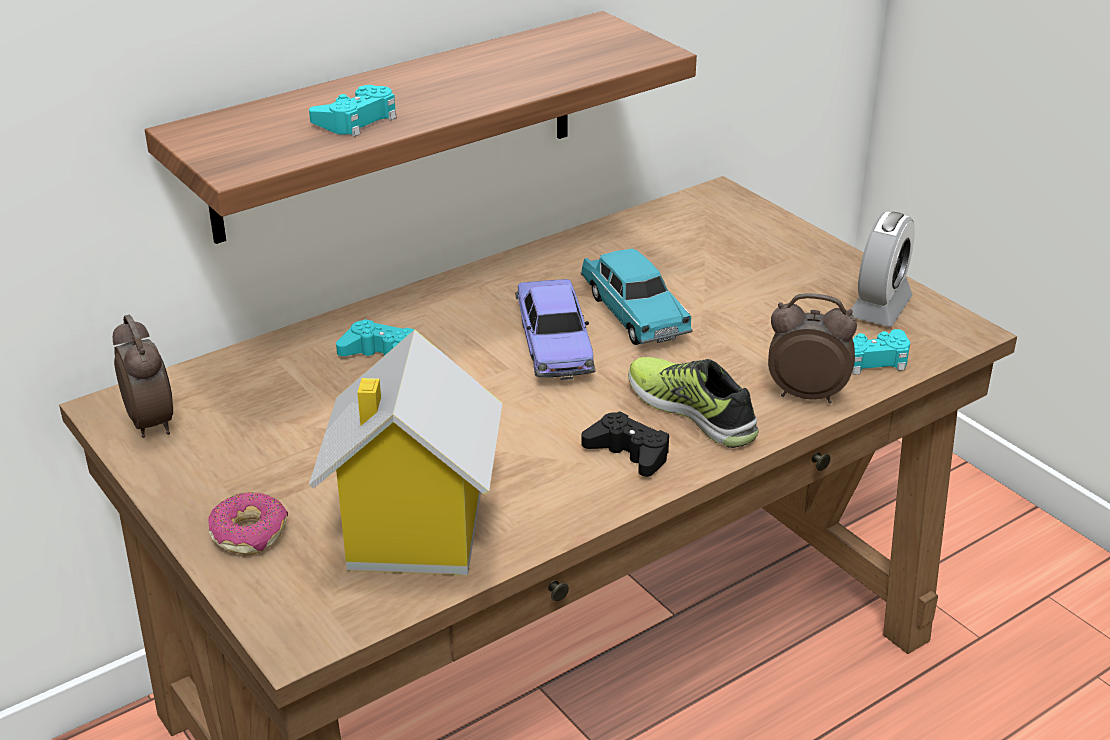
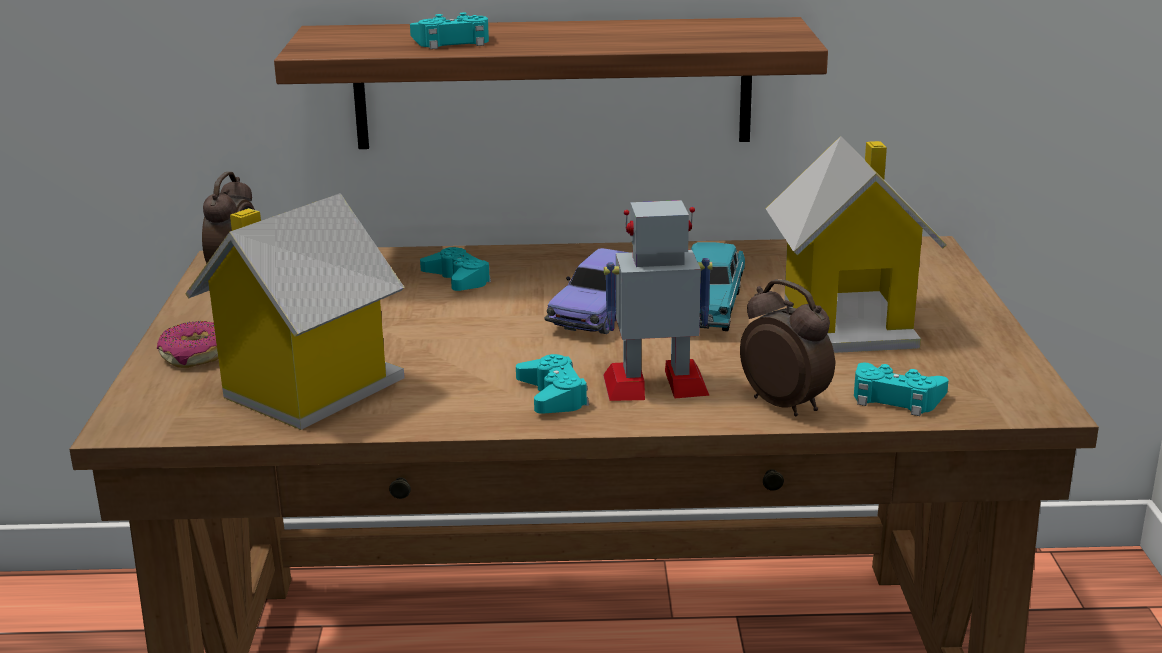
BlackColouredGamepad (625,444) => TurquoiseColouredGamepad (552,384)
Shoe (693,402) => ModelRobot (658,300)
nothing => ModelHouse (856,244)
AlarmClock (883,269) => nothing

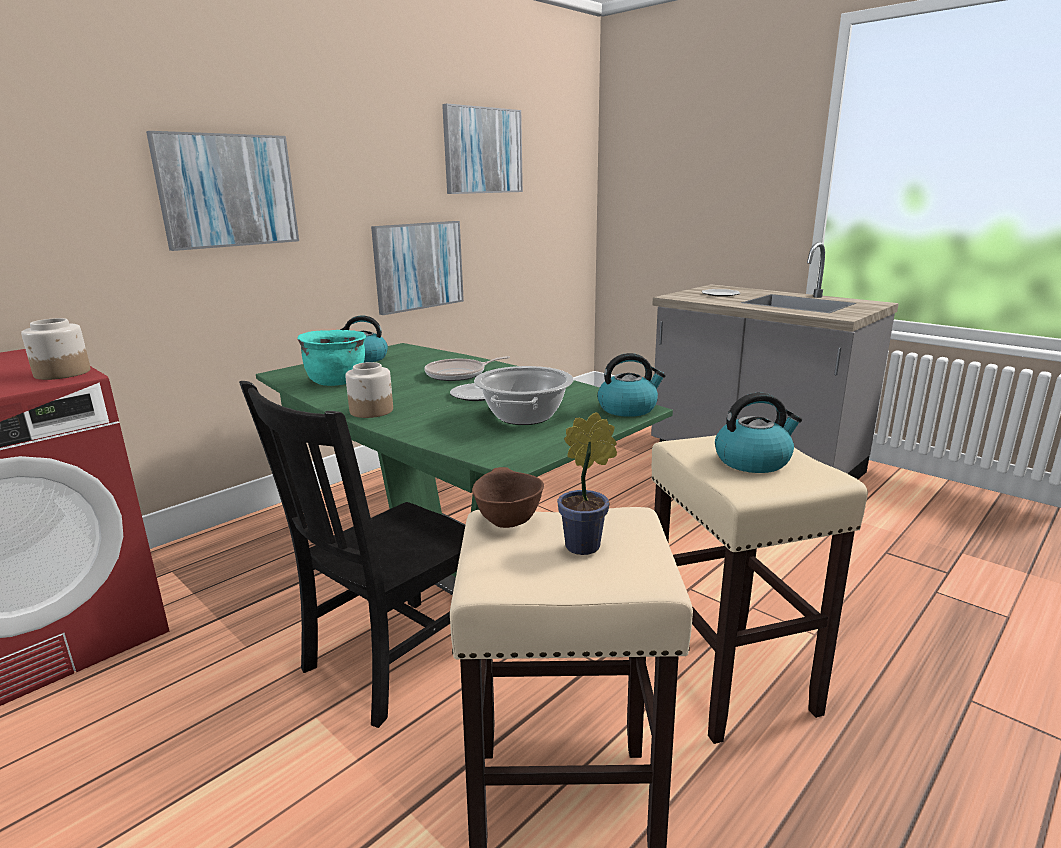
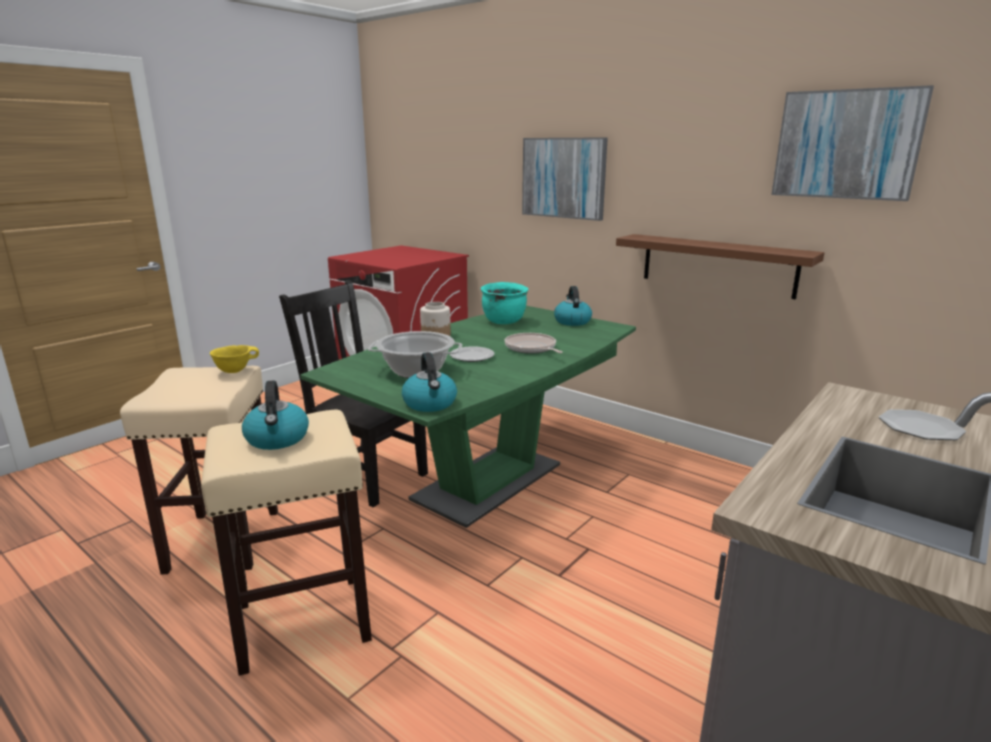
BrownBowl (508,497) => YellowishBowl (234,359)
WallArt (417,268) => BrownShelf (720,266)
StorageJar (56,349) => nothing
PlantInAPot (587,483) => nothing

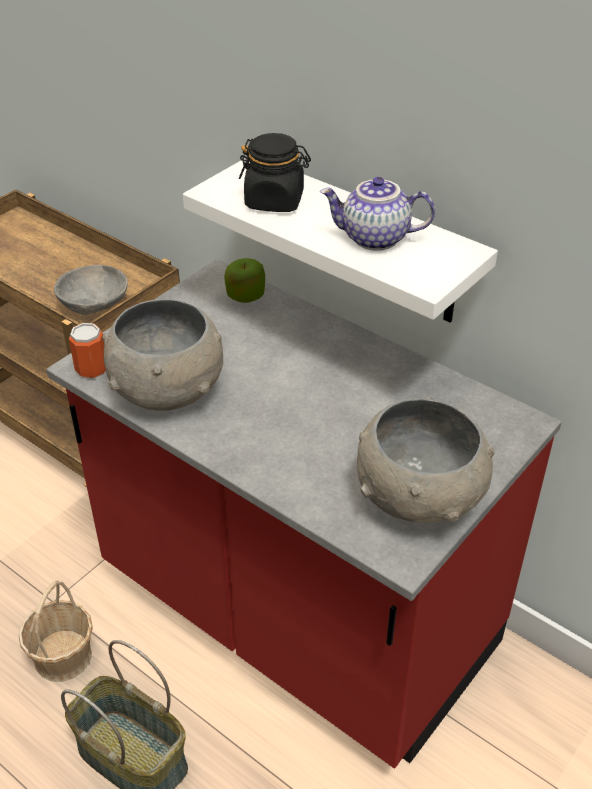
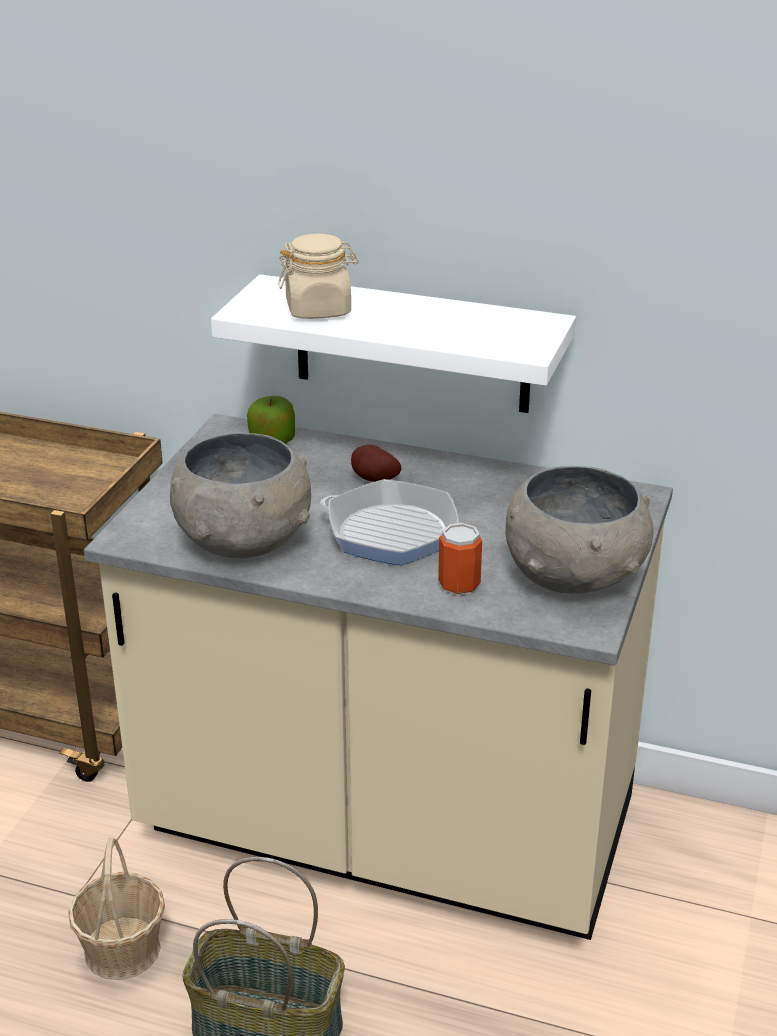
ReddishCounter (304,513) => BeigeColouredCounter (378,677)
BlackColouredStorageJar (275,172) => BeigeColouredStorageJar (318,276)
nothing => FryingPan (391,522)
nothing => Potato (376,463)
MetalCan (87,351) => MetalCan (460,559), relocated
GrayBowl (91,290) => nothing
PotForTea (377,214) => nothing

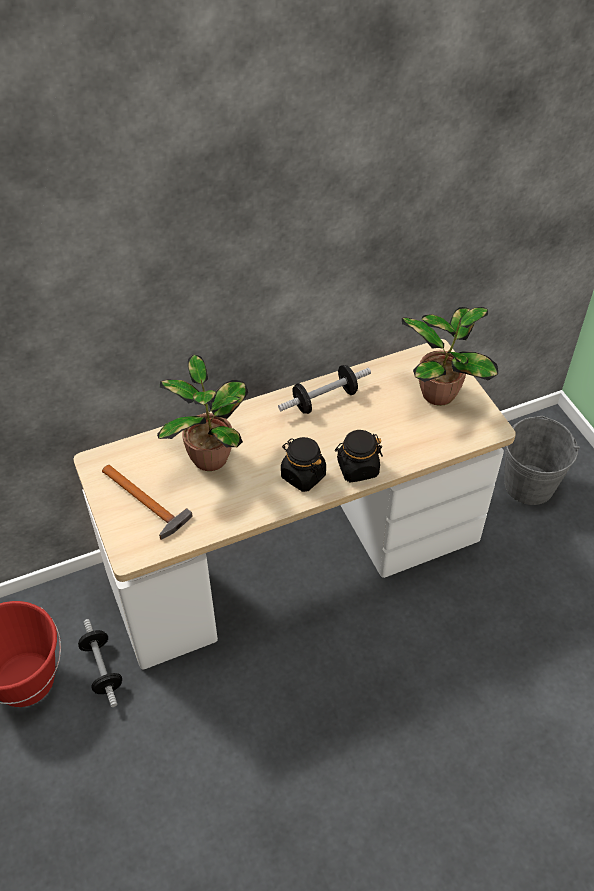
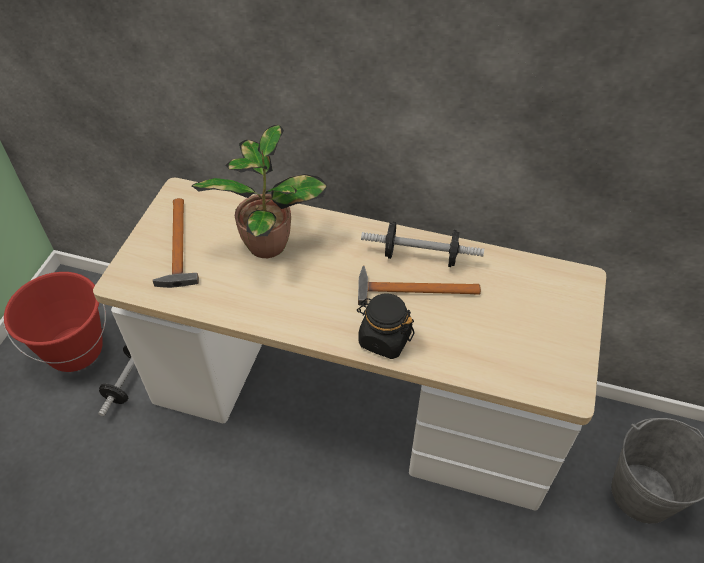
nothing => HandHammer (419,286)
BlackColouredStorageJar (303,464) => nothing
PlantInAPot (450,356) => nothing

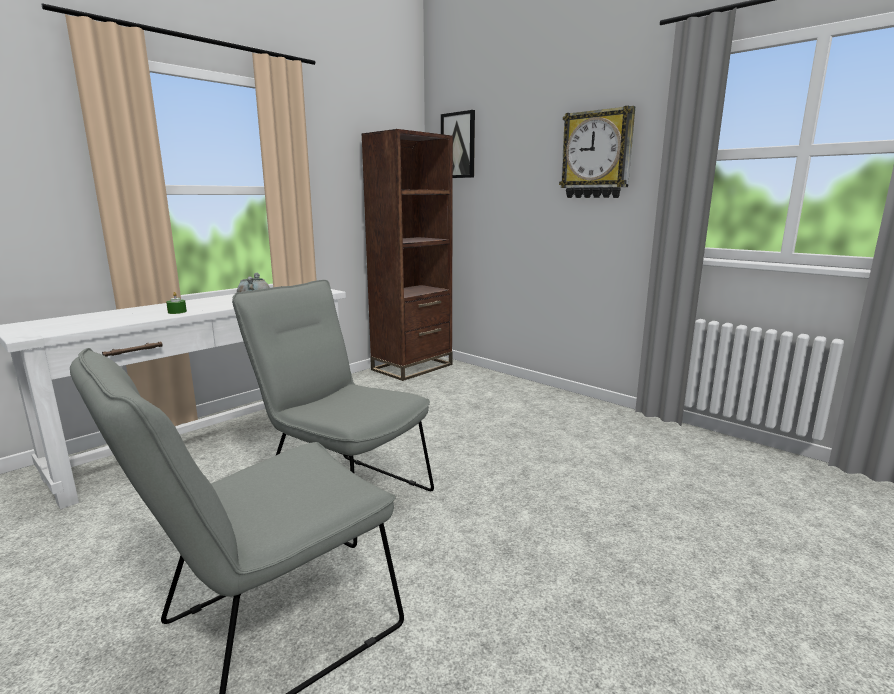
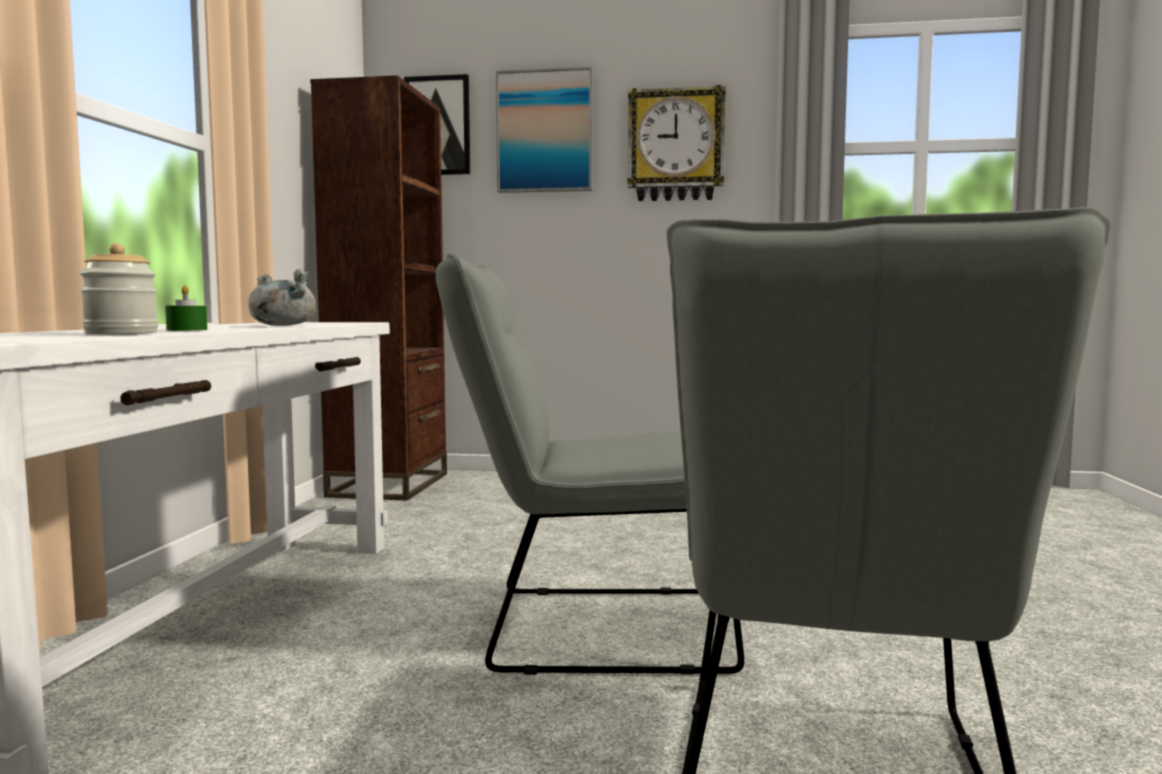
nothing => StorageJar (119,288)
nothing => WallArt (544,130)

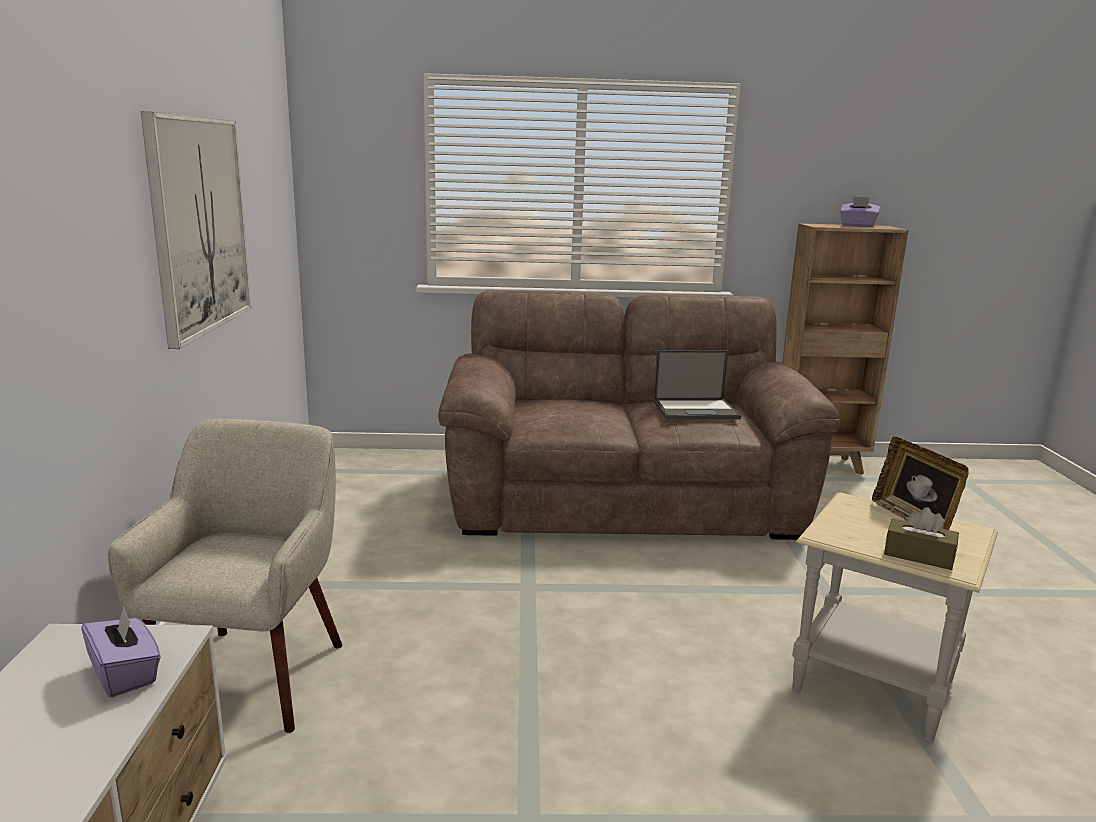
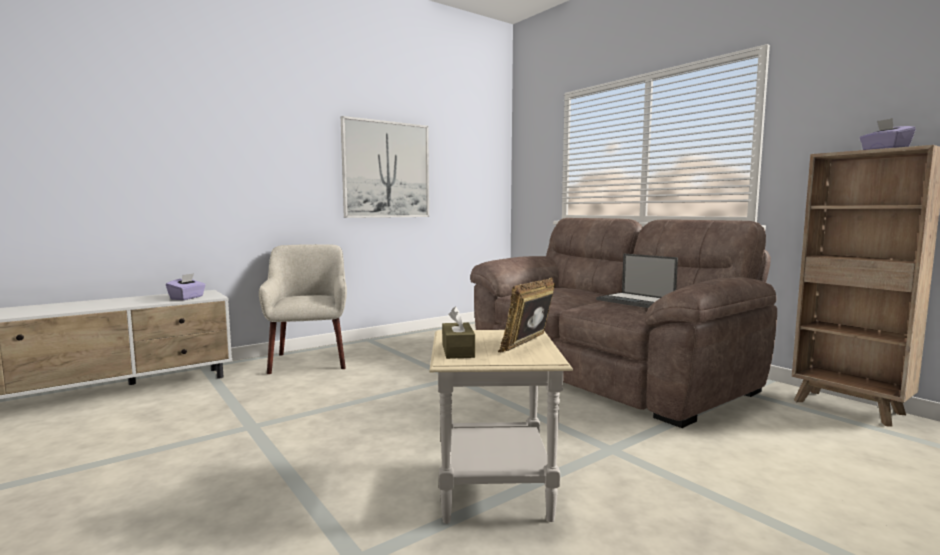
BeigeColouredArmchair (225,576) => BeigeColouredArmchair (303,309), 75 degrees counterclockwise

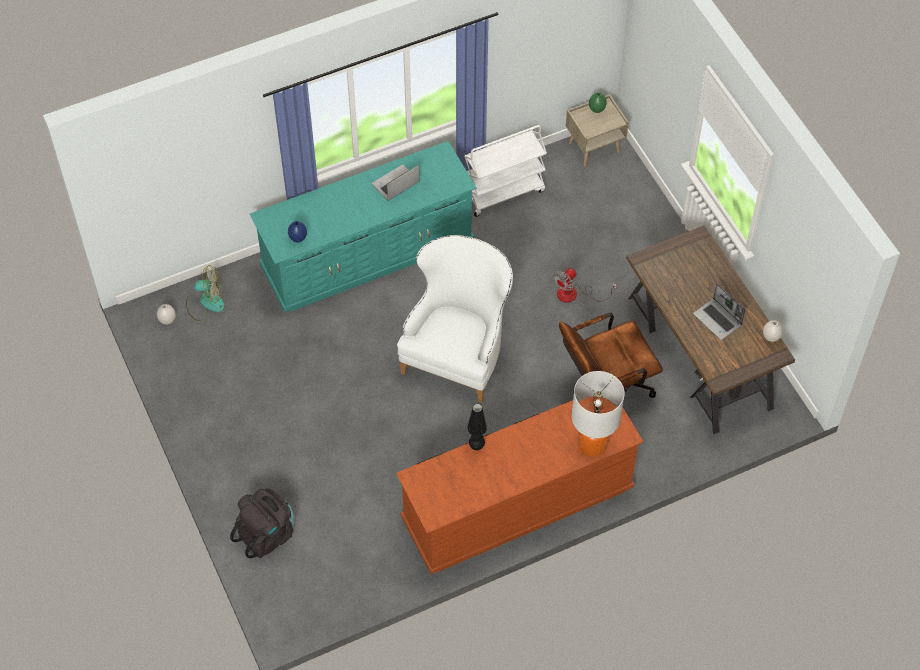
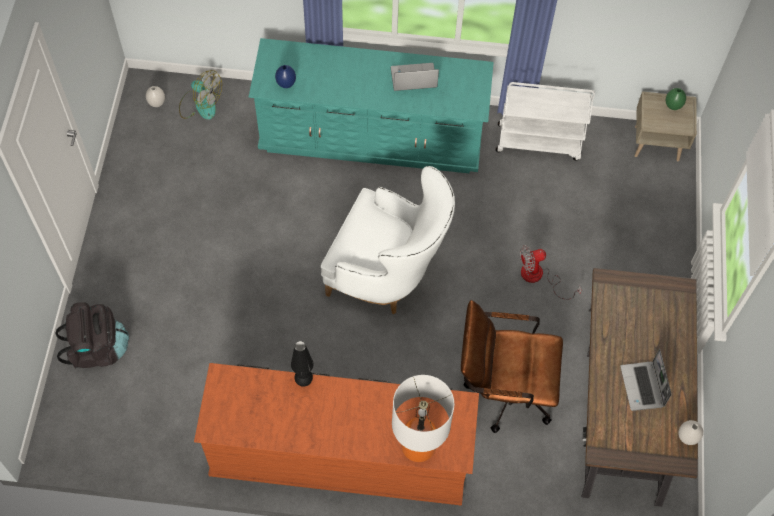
WhitishArmchair (455,319) => WhitishArmchair (388,240), 60 degrees clockwise

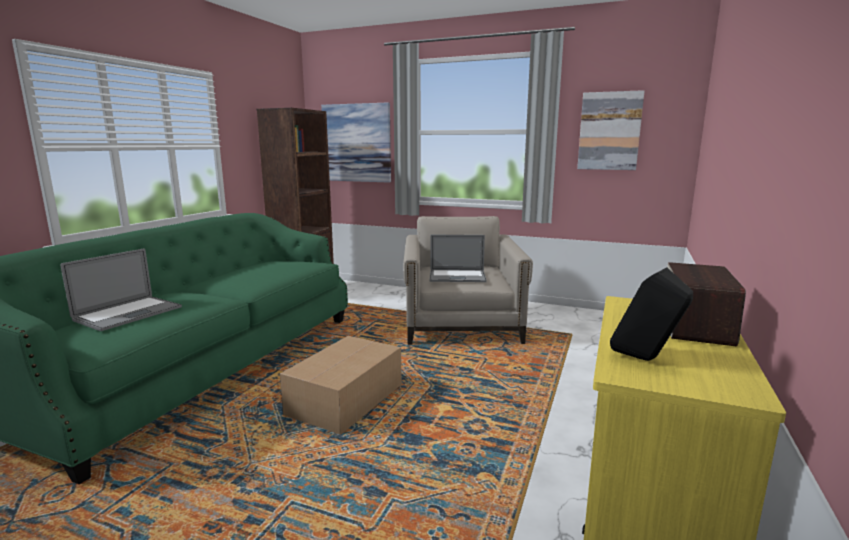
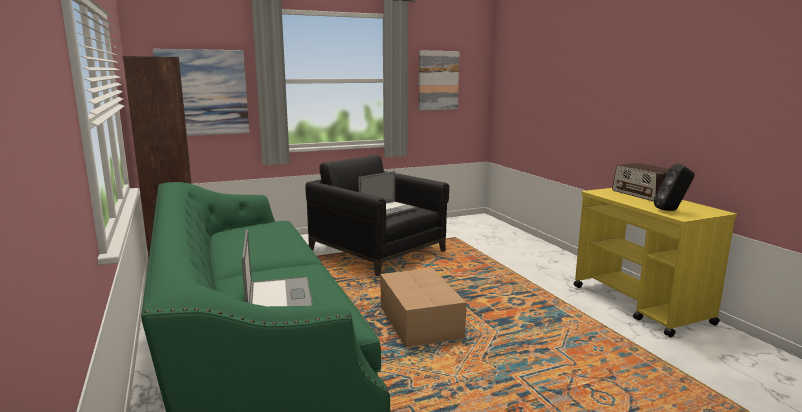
BeigeColouredArmchair (468,280) => BlackColouredArmchair (377,215)

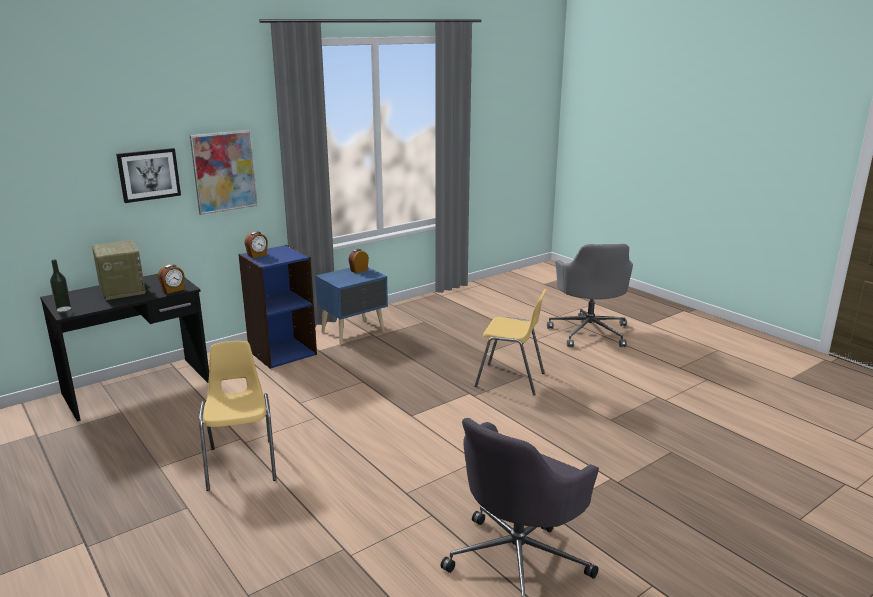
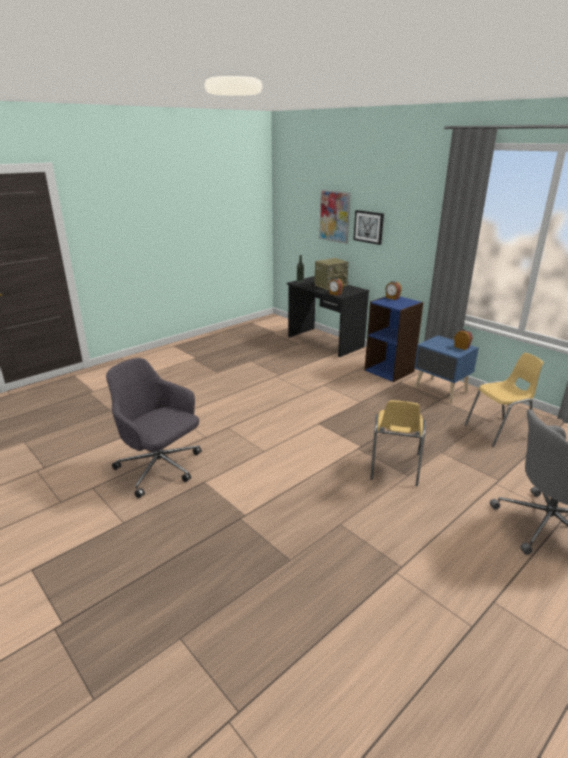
WallArt (224,172) => WallArt (335,217), relocated
YellowishChair (237,416) => YellowishChair (504,400), relocated

